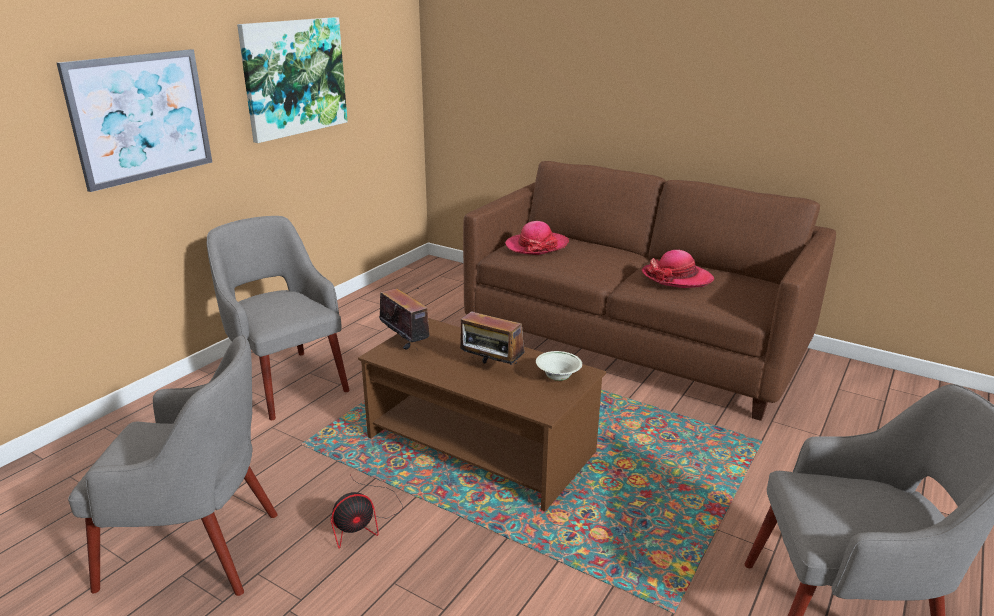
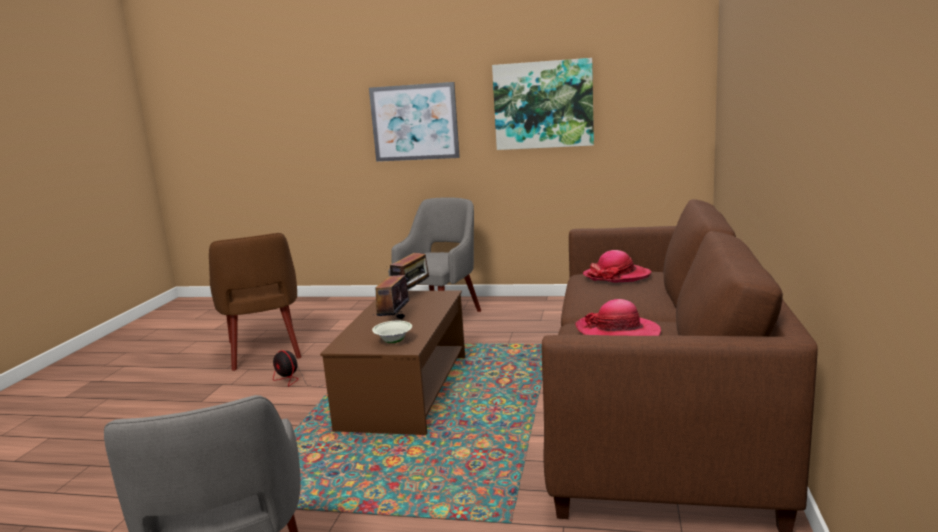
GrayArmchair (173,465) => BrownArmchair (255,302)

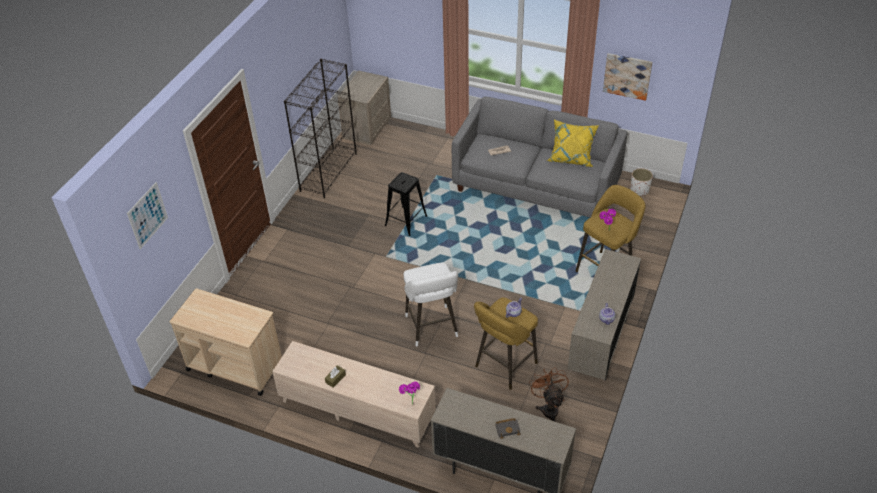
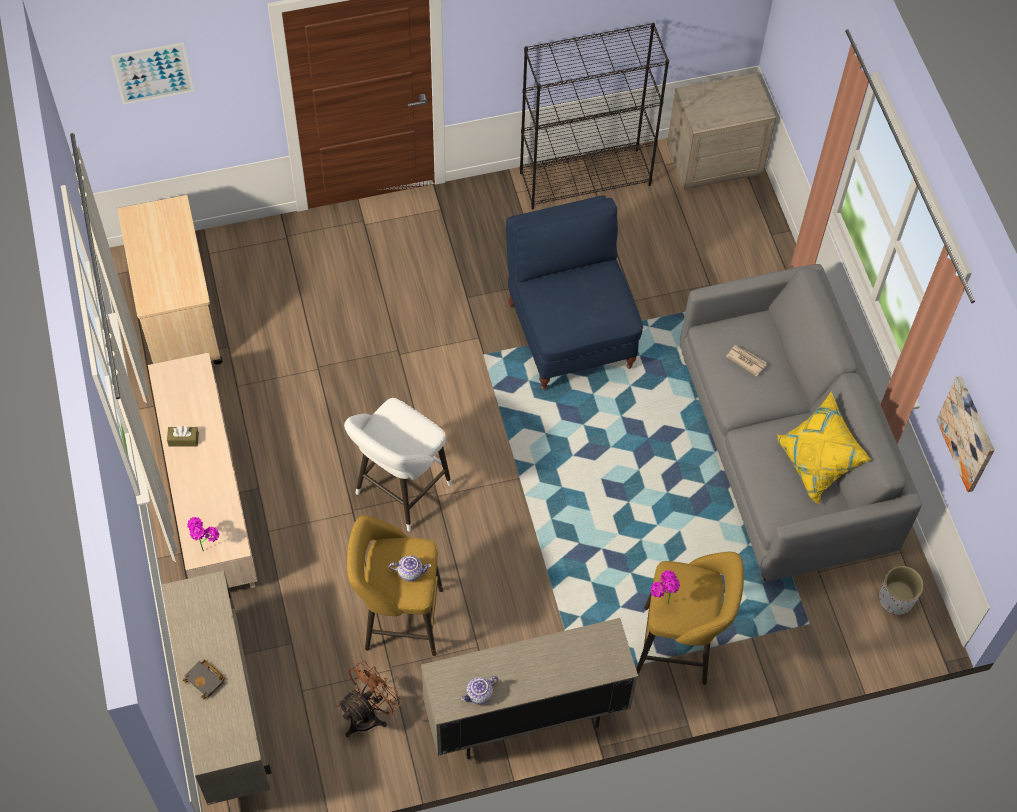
BlackColouredStool (406,204) => BlueArmchair (574,293)

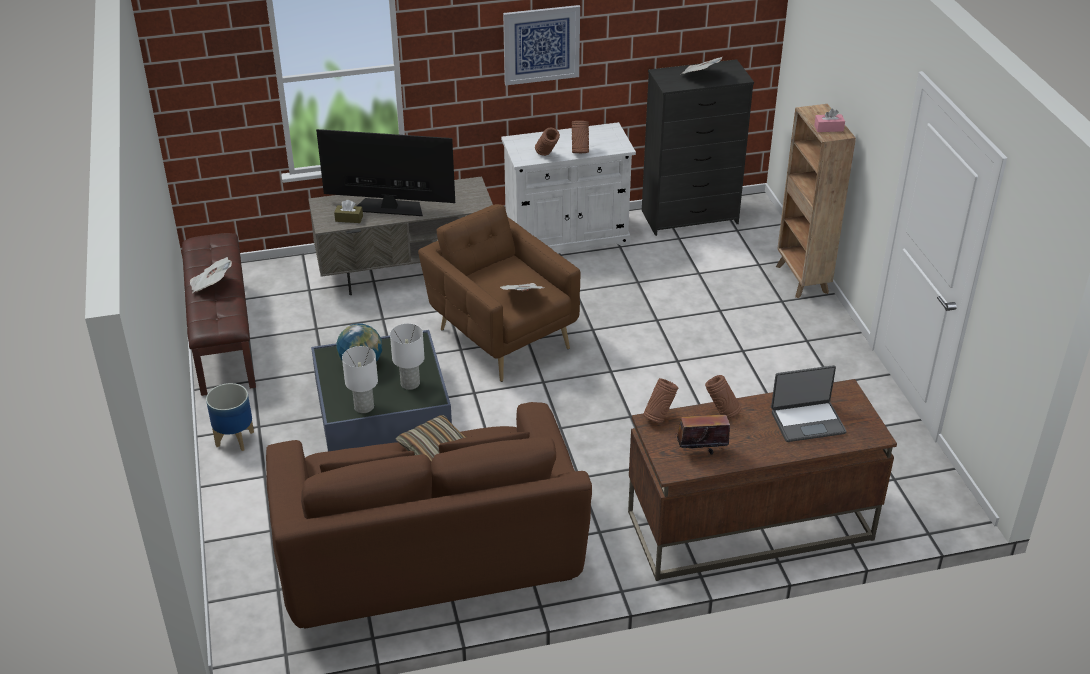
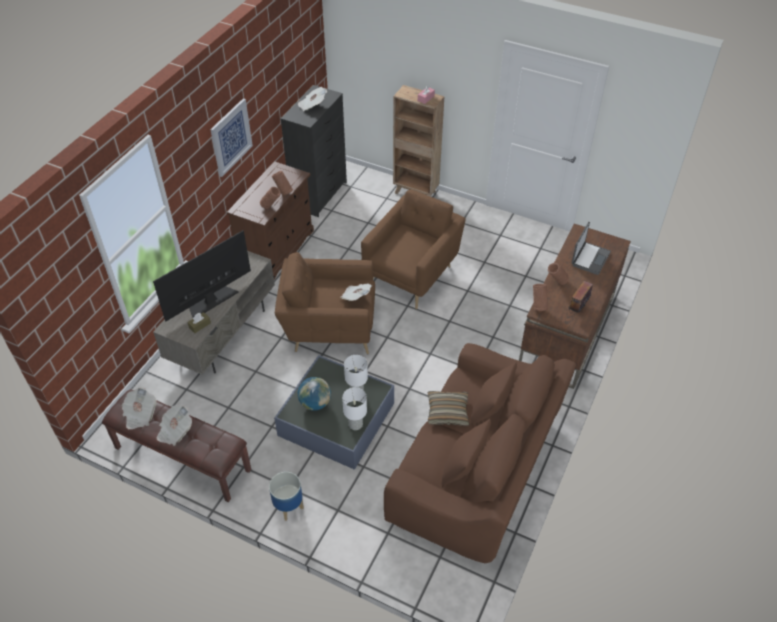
nothing => DailyPaper (139,408)
WhitishCupboard (568,187) => BrownCupboard (270,220)
nothing => BrownArmchair (413,250)

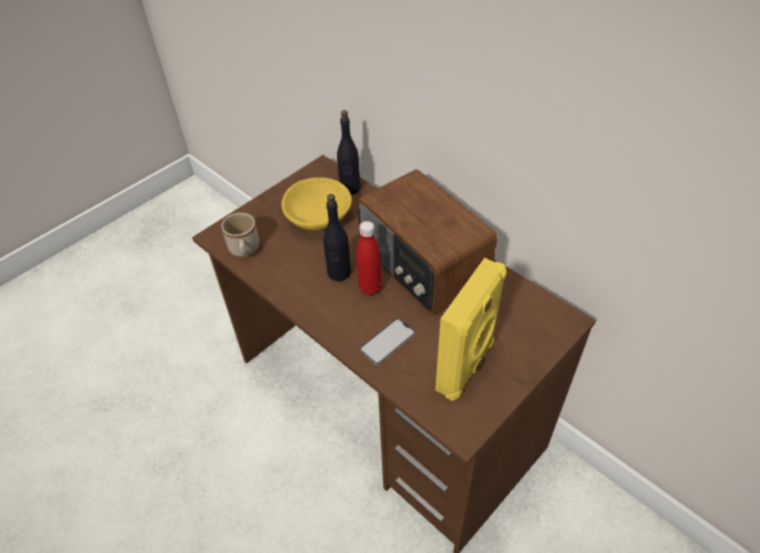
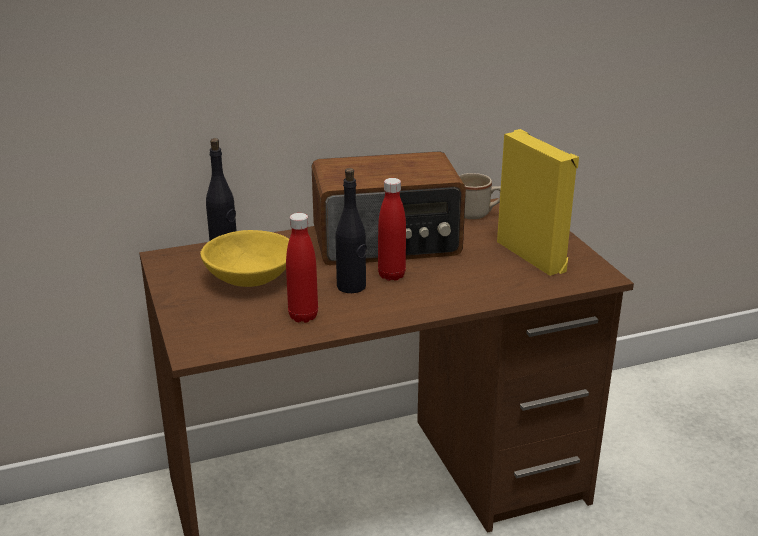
nothing => ReddishBeverageBottle (302,268)
BeigeColouredTeaMug (240,235) => BeigeColouredTeaMug (480,196), relocated
Handset (387,341) => nothing

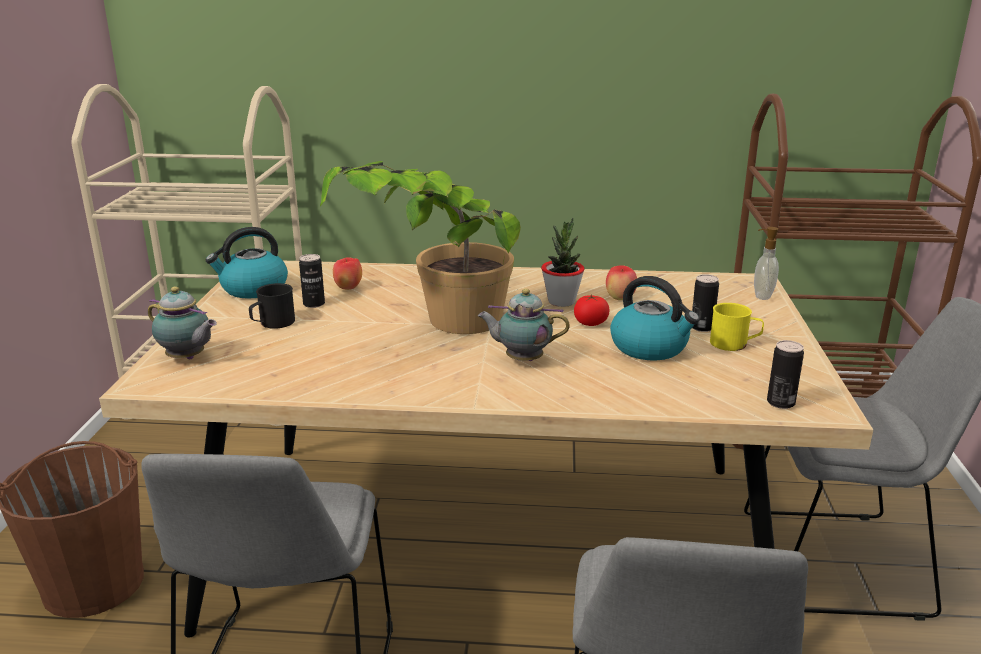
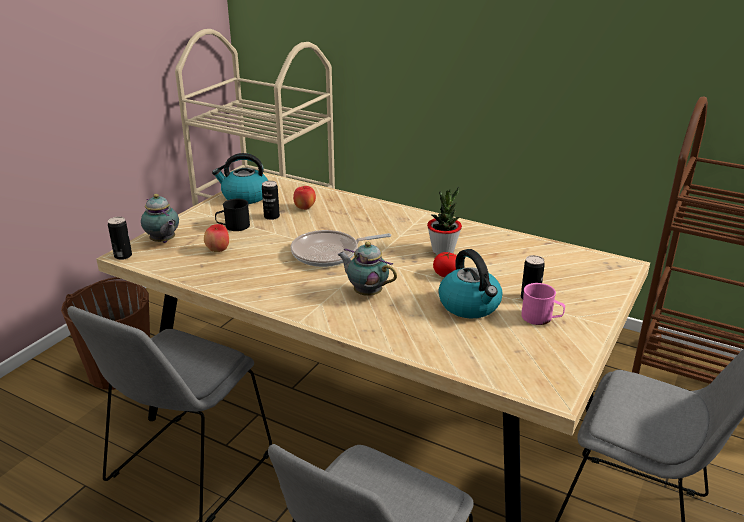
MetalCan (785,374) => MetalCan (120,238), relocated
AppleFruit (621,282) => AppleFruit (216,238), relocated
PlantInAPot (420,247) => FryingPan (340,248)
YellowishTeaMug (737,327) => PinkColouredTeaMug (543,304)
LiquidSoapBottle (766,263) => nothing

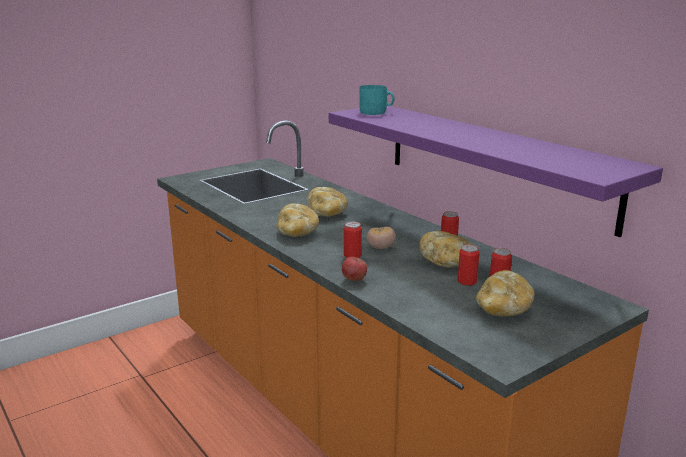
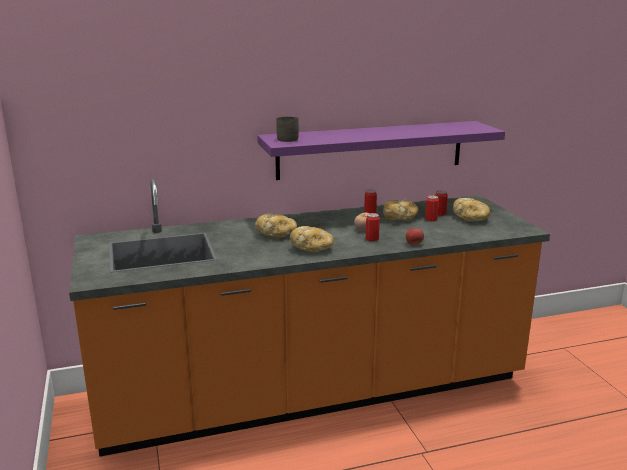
TurquoiseColouredTeaMug (377,100) => GrayTeaMug (287,129)

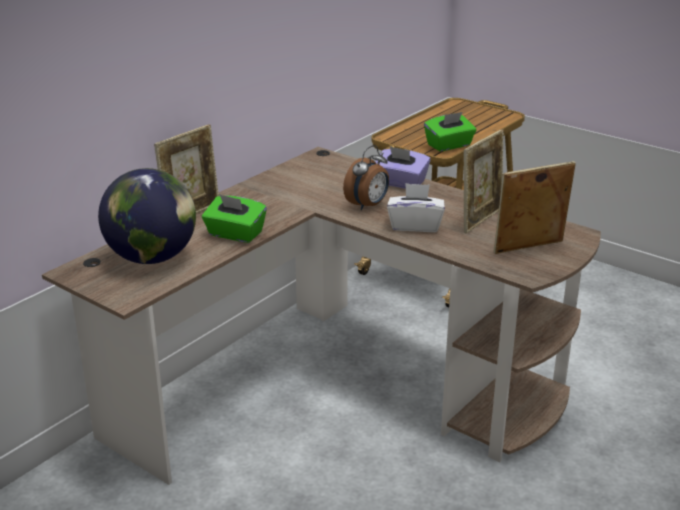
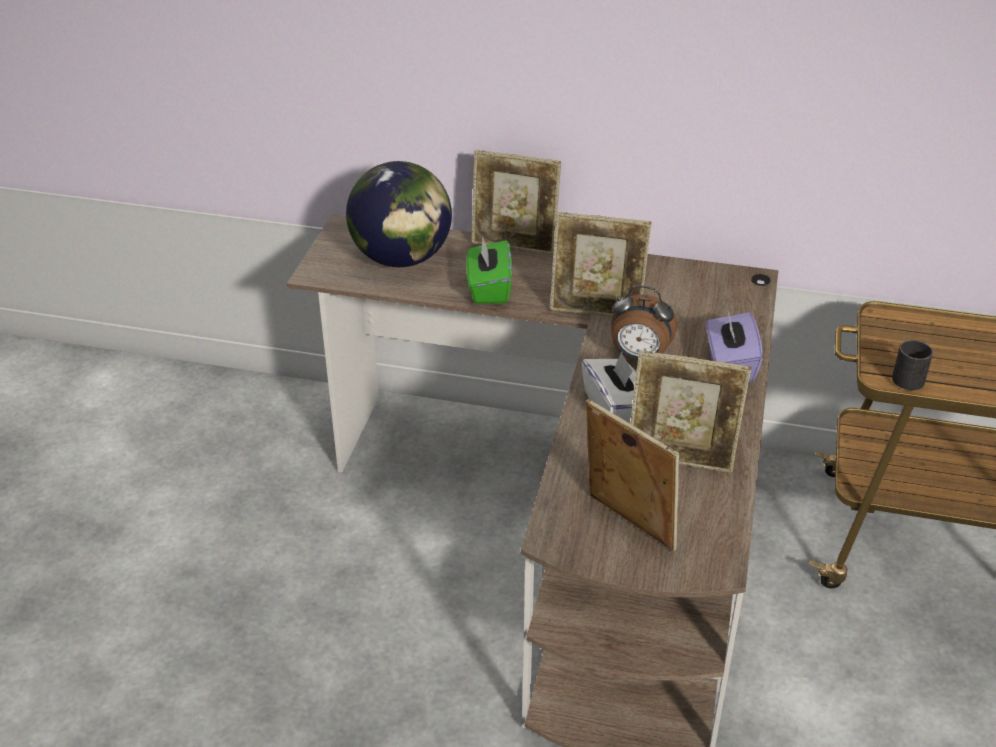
nothing => PictureFrame (601,264)
GreenColouredBoxOfTissues (450,132) => BlackColouredTeaMug (912,365)

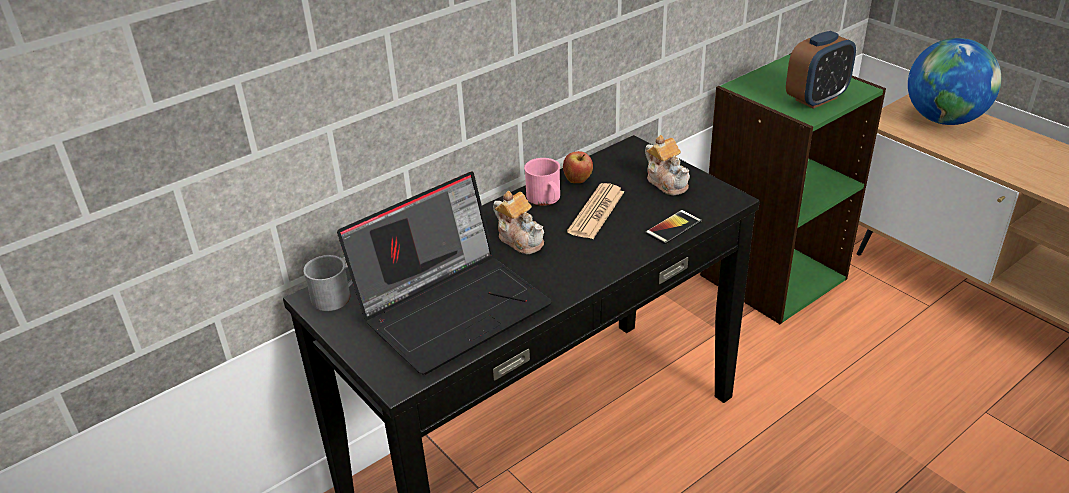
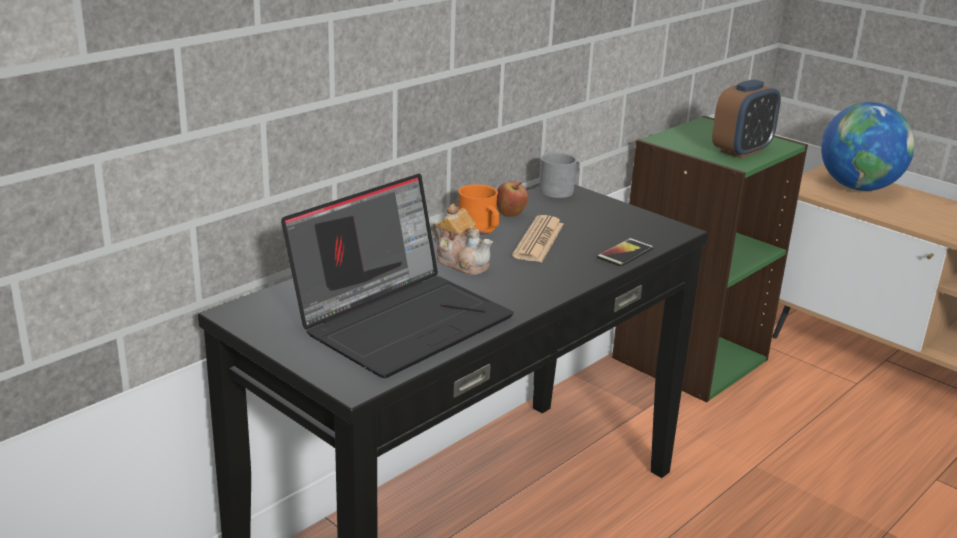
PinkColouredTeaMug (542,182) => OrangeColouredTeaMug (478,209)
GrayTeaMug (328,283) => GrayTeaMug (559,175), relocated
PotForTea (667,165) => nothing

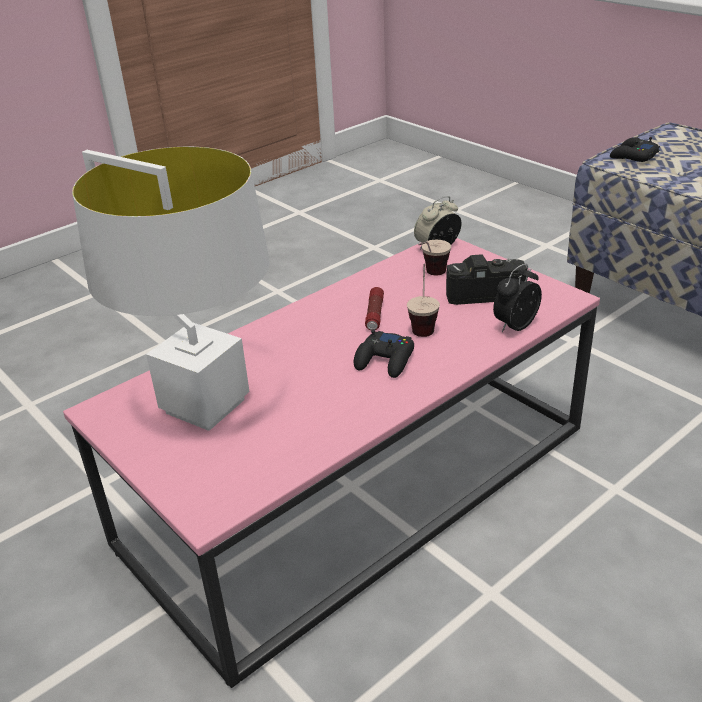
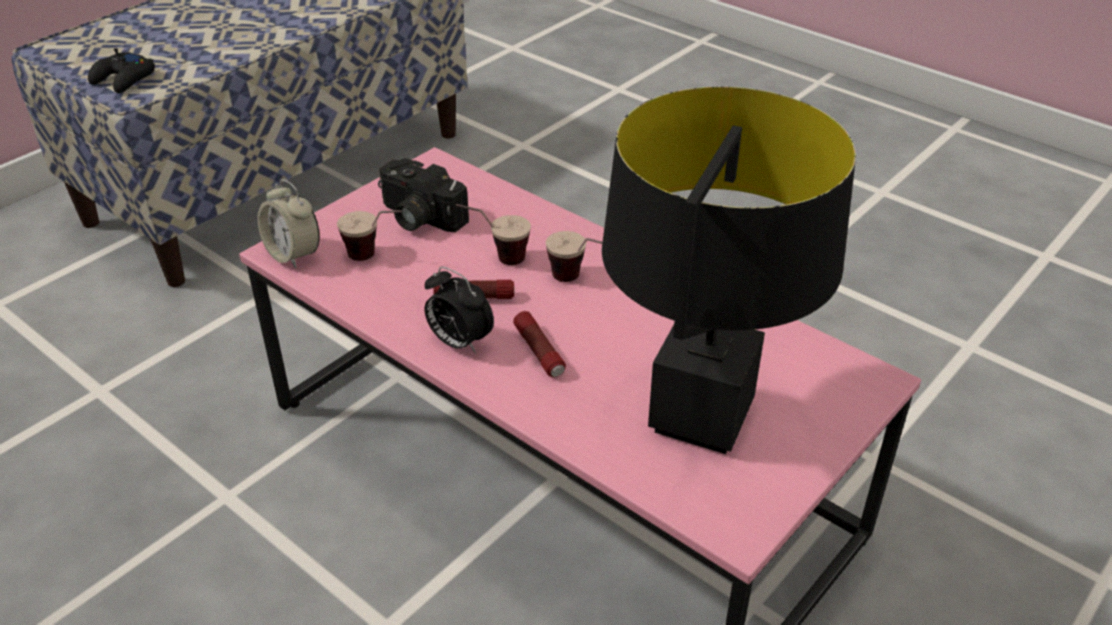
StillCamera (486,279) => StillCamera (423,195), 45 degrees counterclockwise
AlarmClock (517,298) => AlarmClock (459,310), relocated
nothing => Flashlight (539,344)
BlackColouredGamepad (384,353) => SmallCup (574,256)
WhitishLampForATable (171,289) => BlackColouredLampForATable (729,270)

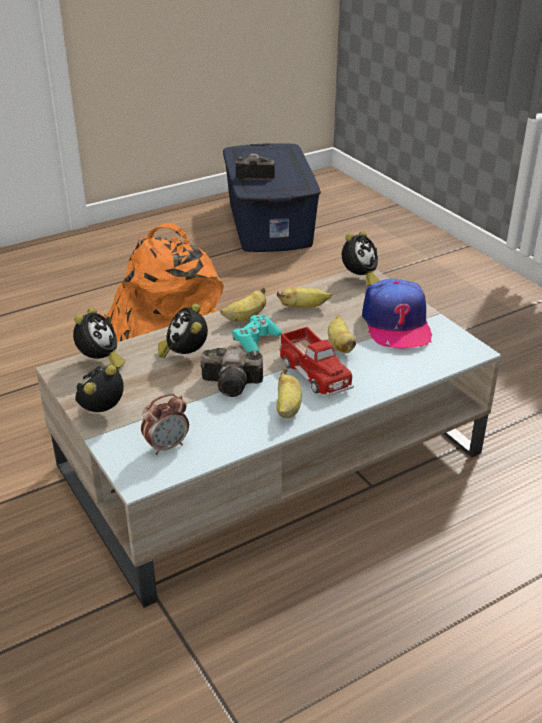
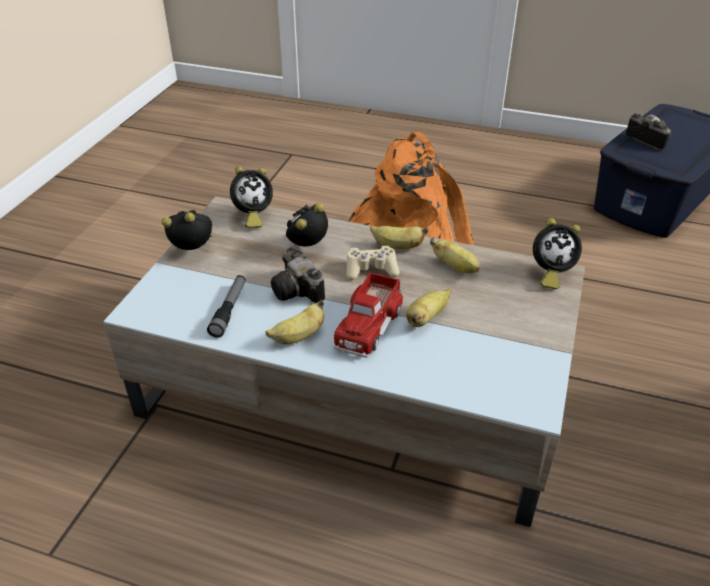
nothing => Flashlight (226,306)
TurquoiseColouredGamepad (257,333) => BeigeColouredGamepad (373,263)
AlarmClock (165,424) => nothing
Cap (397,313) => nothing

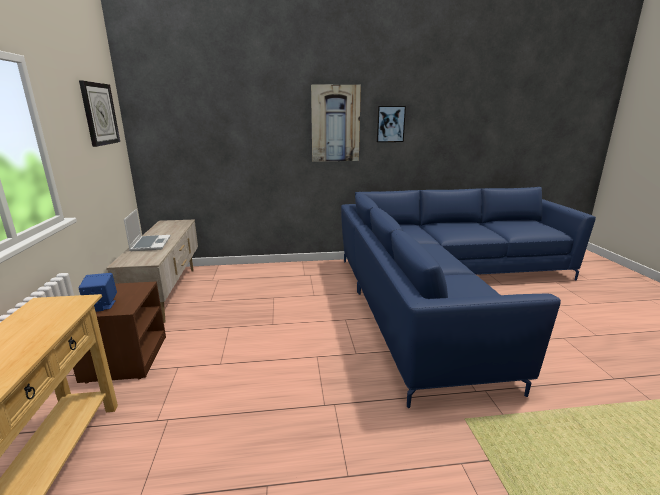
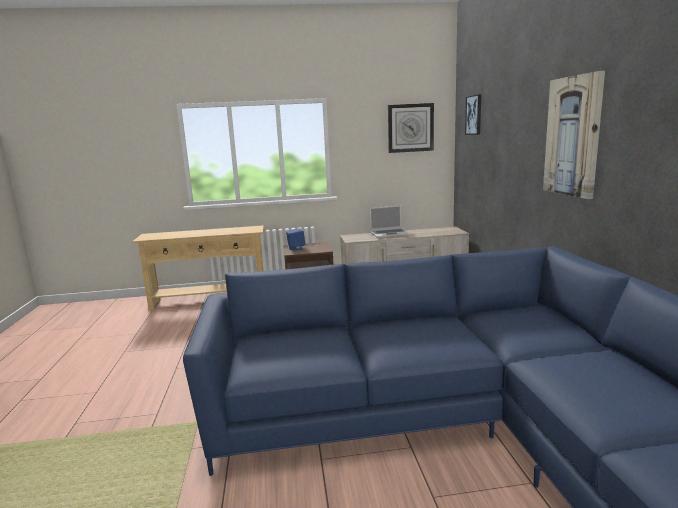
WallArt (391,124) => WallArt (473,114), relocated

